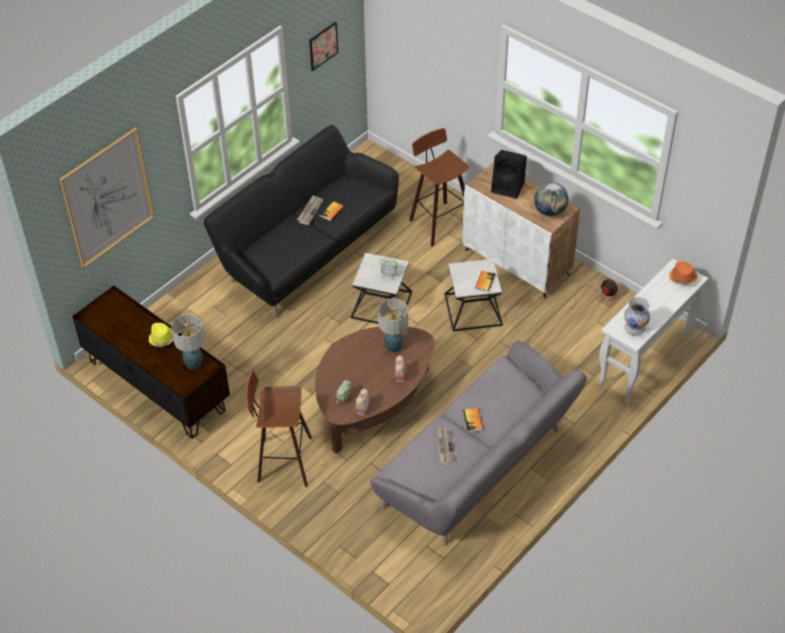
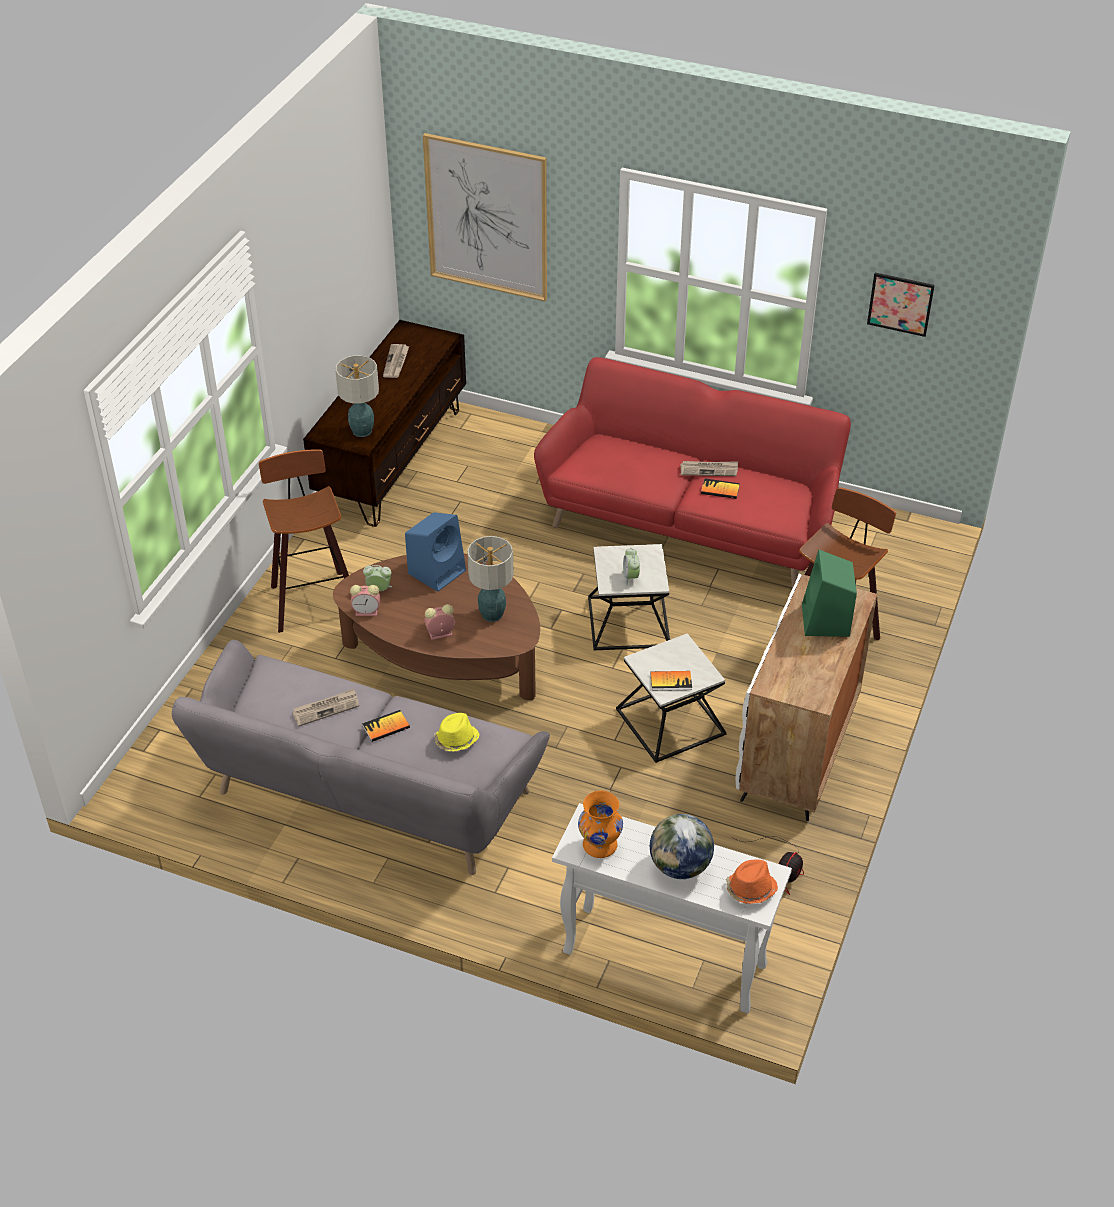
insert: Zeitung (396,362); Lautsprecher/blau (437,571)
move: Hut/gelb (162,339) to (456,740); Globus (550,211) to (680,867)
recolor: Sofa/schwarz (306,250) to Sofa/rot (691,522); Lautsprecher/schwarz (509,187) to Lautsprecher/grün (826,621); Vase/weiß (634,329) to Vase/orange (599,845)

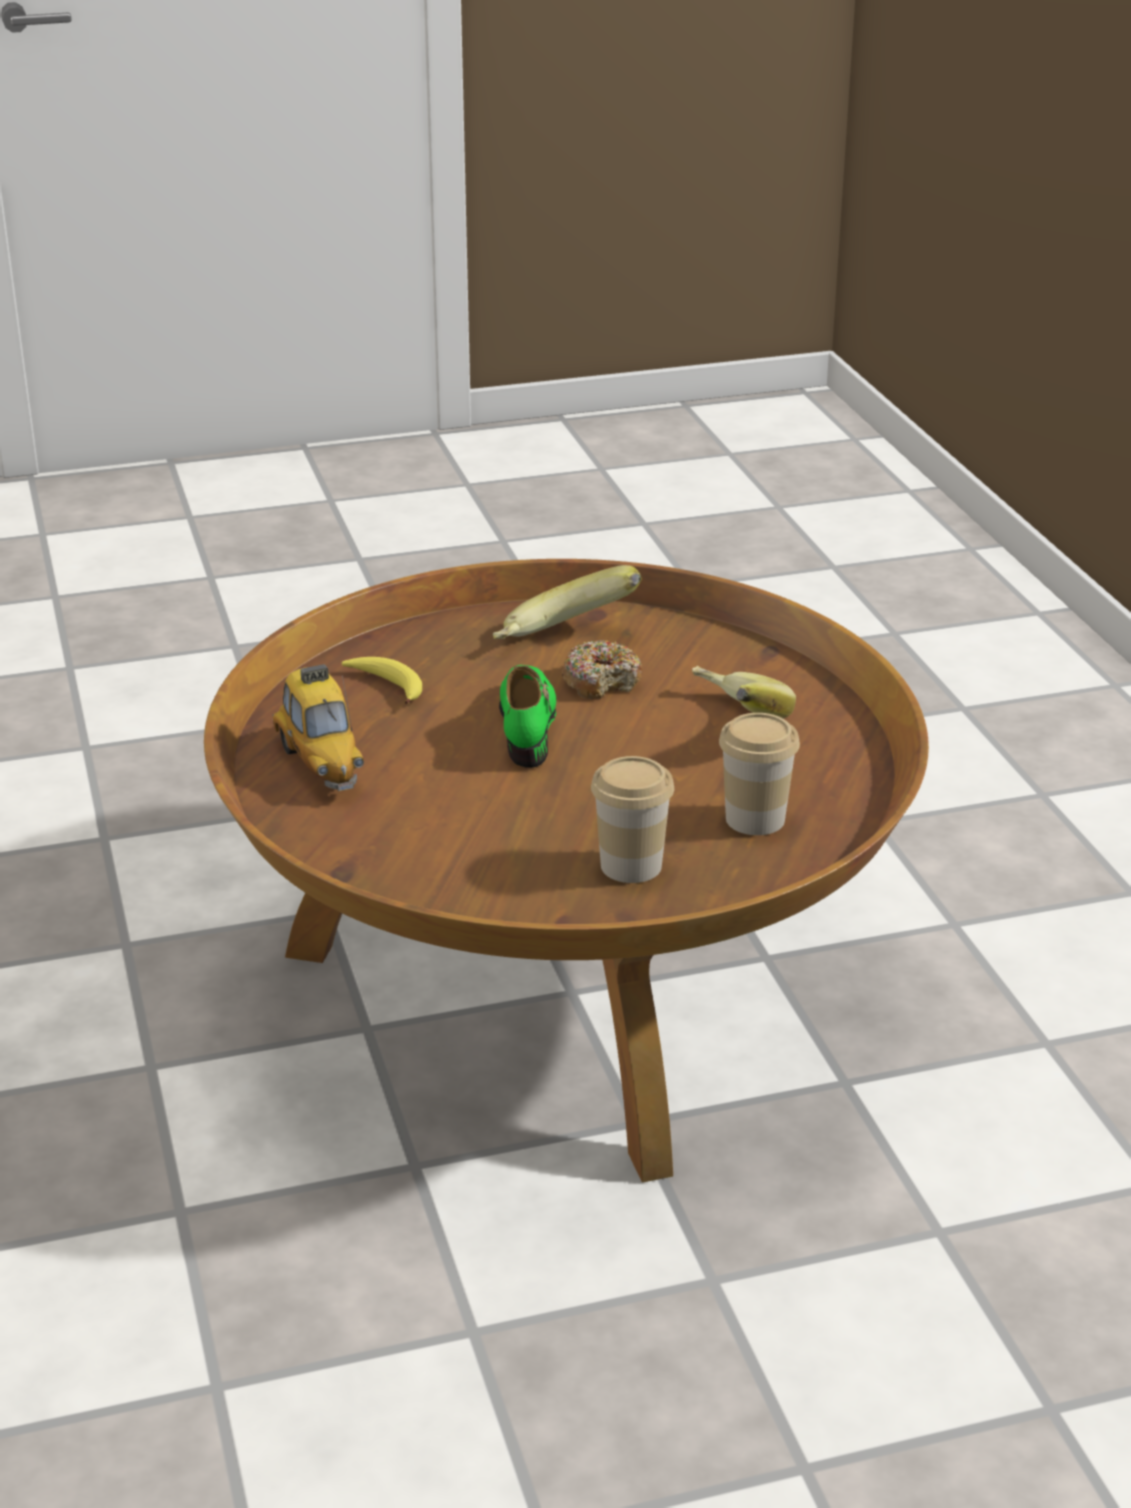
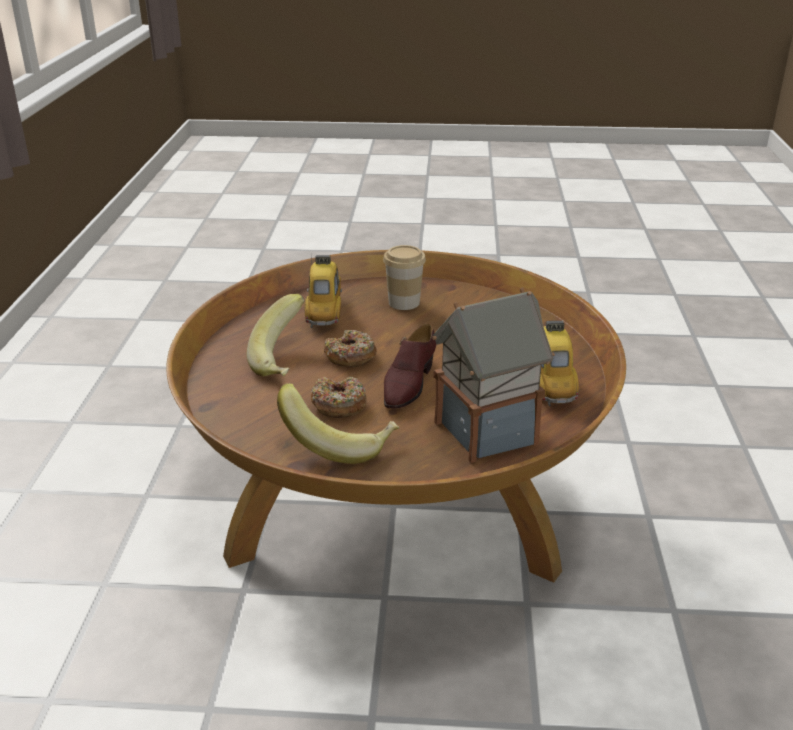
insert: Donut (350,357)
replace: Banane (387,686) to Spielzeughaus (487,431); Tasse (755,819) to Spielzeugauto (325,311)
recolor: Schuh/grün (527,725) to Schuh/braun (408,383)

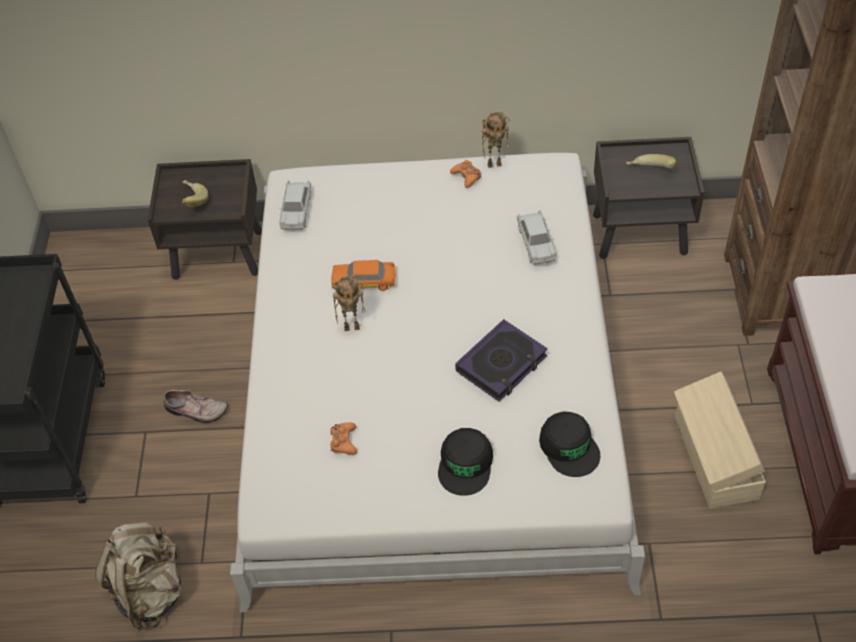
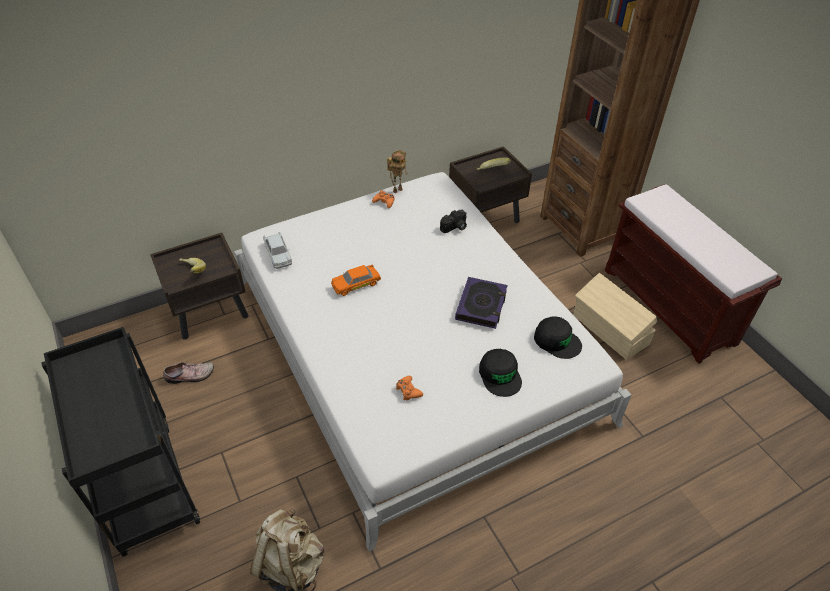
delete: Spielzeugroboter (353,326)
move: Schuh (196,411) to (190,376)
replace: Spielzeugauto/weiß (536,243) to Kamera (454,227)

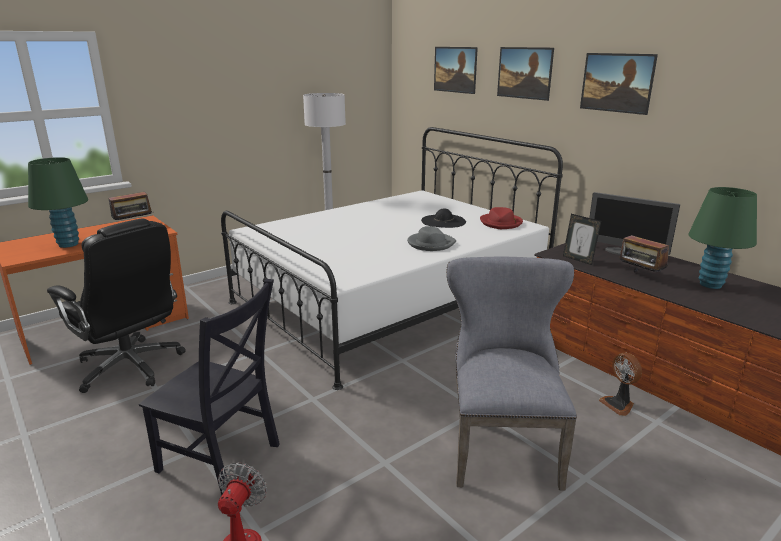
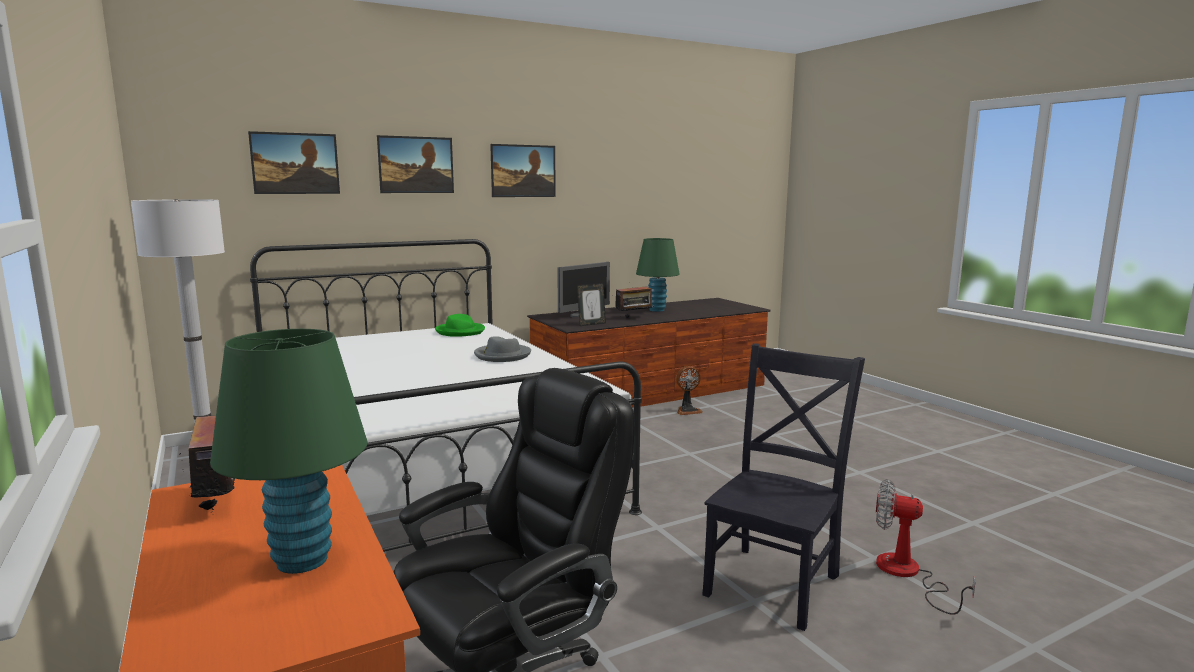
delete: Hut/schwarz (443,221); Stuhl/grau (501,443)
recolor: Hut/rot (501,223) to Hut/grün (460,331)

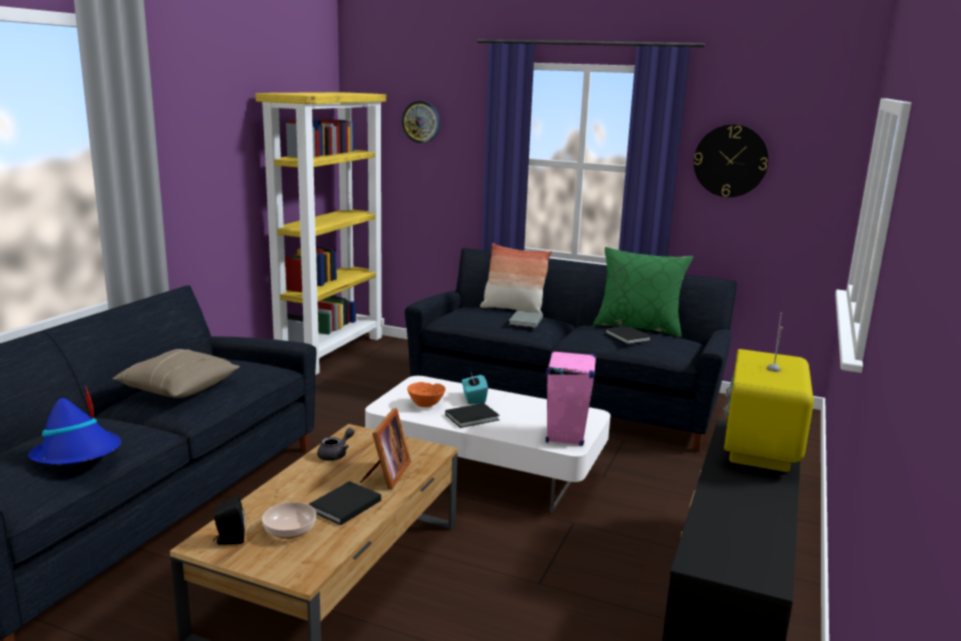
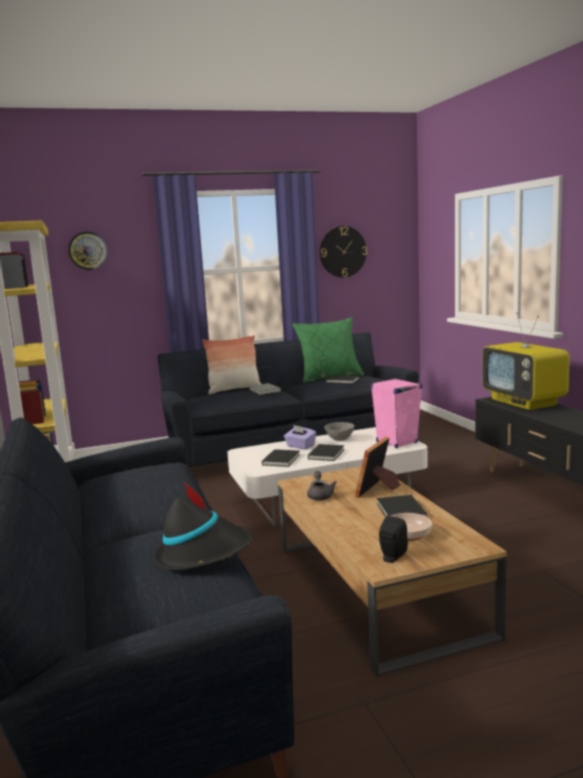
delete: Kissen/beige (178,388)
insert: Schüssel/grau (339,440)
replace: Schüssel/orange (426,405) to Buch/schwarz (282,459)
recolor: Hut/blau (78,454) to Hut/schwarz (203,553); Taschentuchbox/türkis (473,398) to Taschentuchbox/lila (300,446)
rotate: Bilderrahmen (386,475) = (378,490) 120 degrees counterclockwise

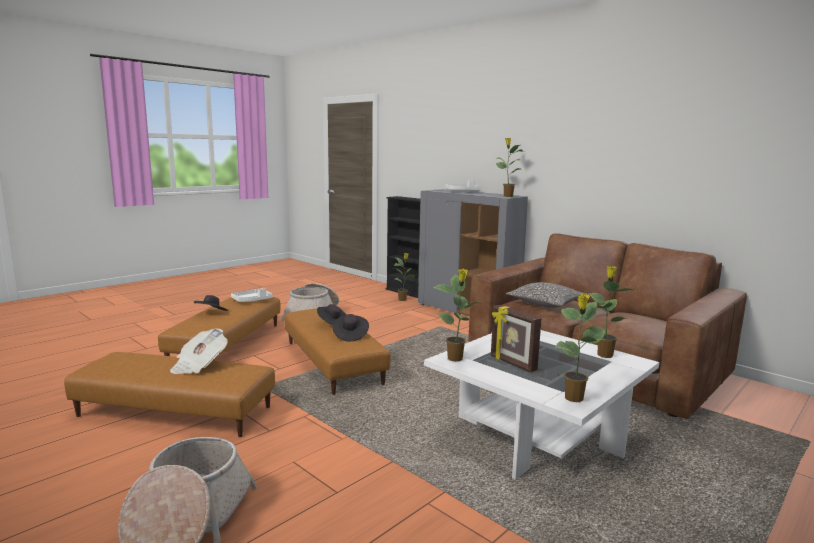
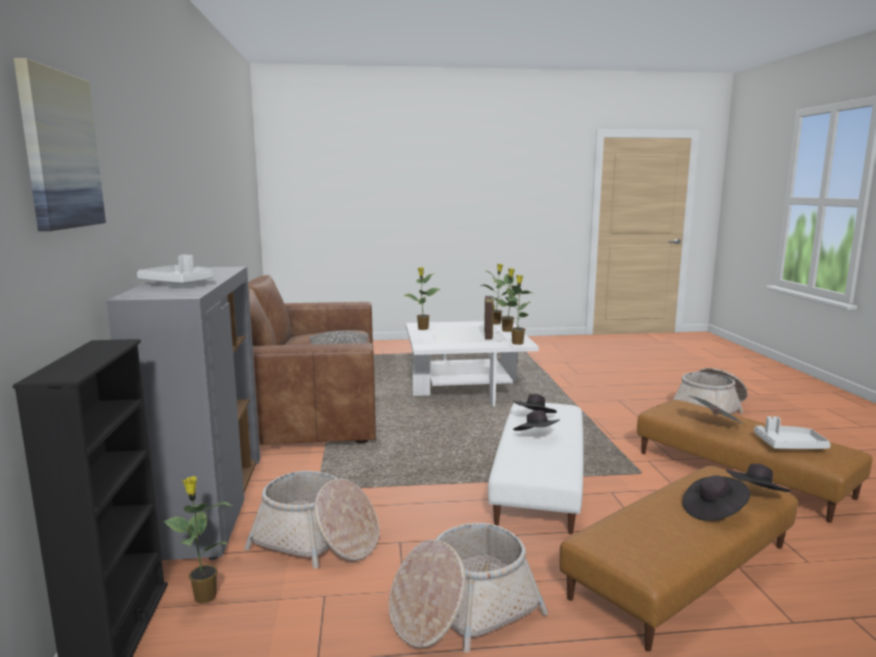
insert: Bild (59,150); Korb (317,541); Hut/schwarz (756,496)
move: Tablett/weiß (252,300) to (789,445); Topfpflanze (507,196) to (507,330)
recolor: Polsterhocker/braun (332,362) to Polsterhocker/weiß (541,480)

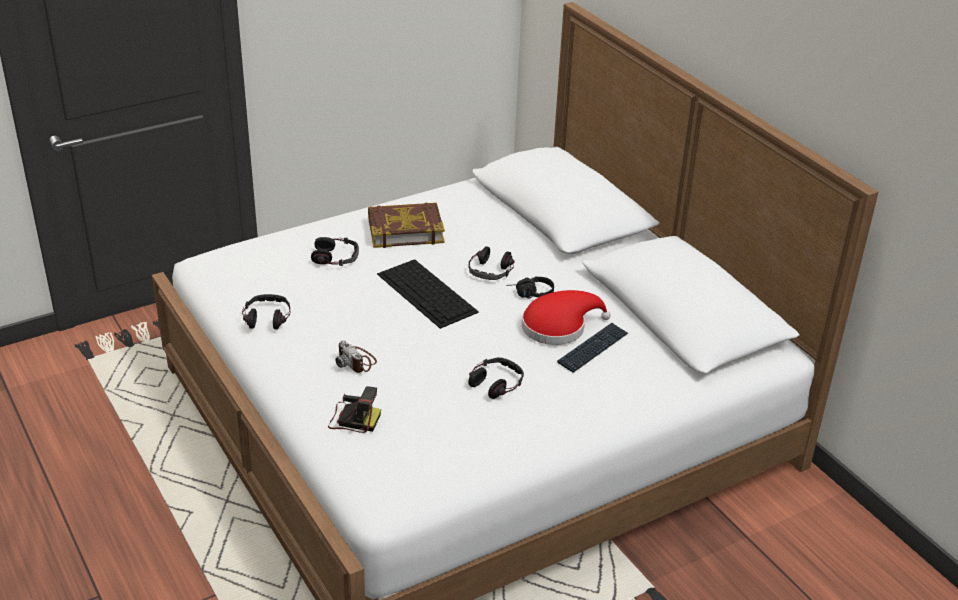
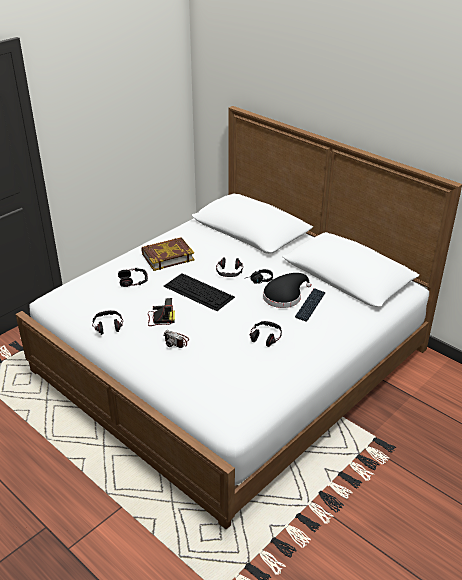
move: Kamera (353,419) to (160,319)
recolor: Hut/rot (558,326) to Hut/schwarz (284,296)

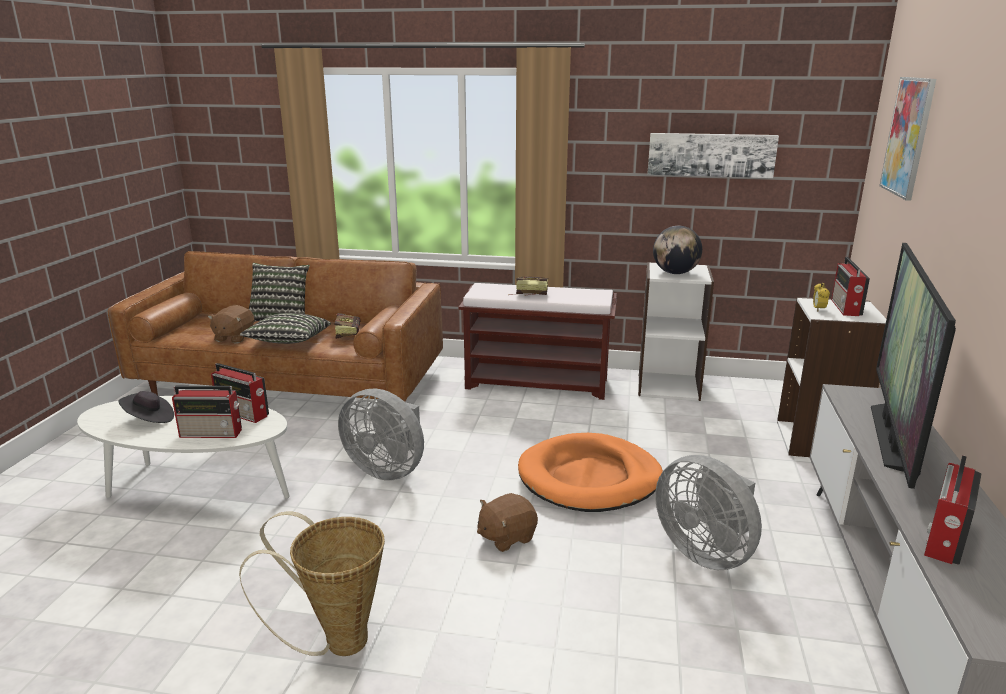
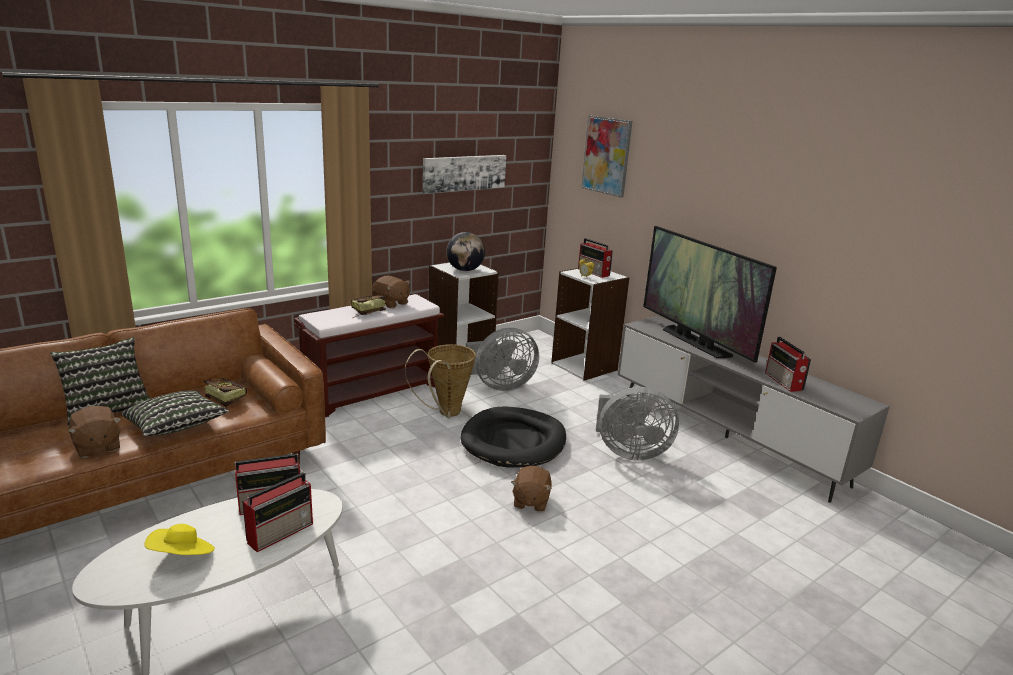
insert: Plüschtier/braun (391,303)
move: Korb (336,641) to (445,413); Ventilator/grau (387,469) to (500,386)
recolor: Hut/schwarz (149,419) to Hut/gelb (182,556); Hundebett/orange (589,478) to Hundebett/schwarz (514,441)

